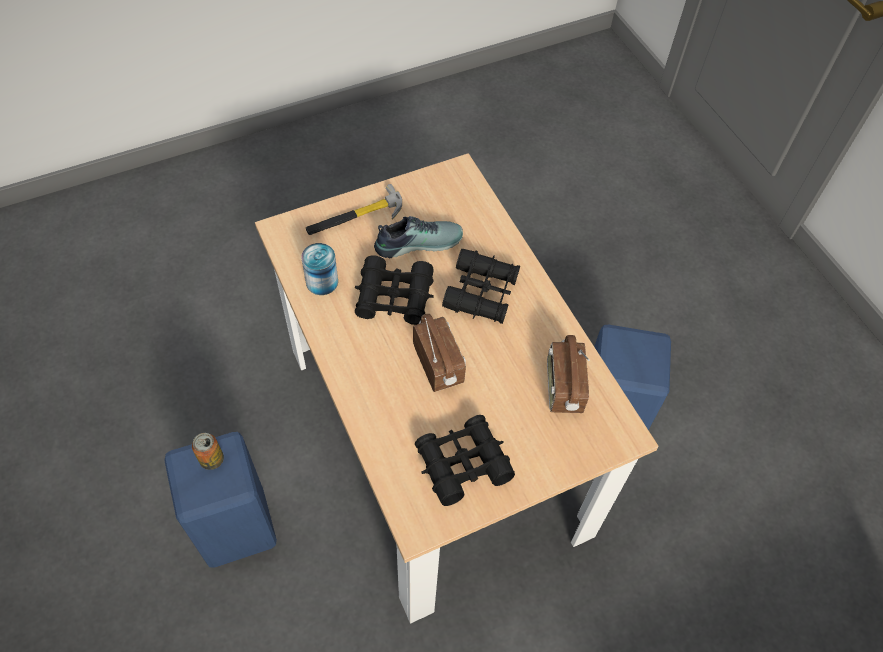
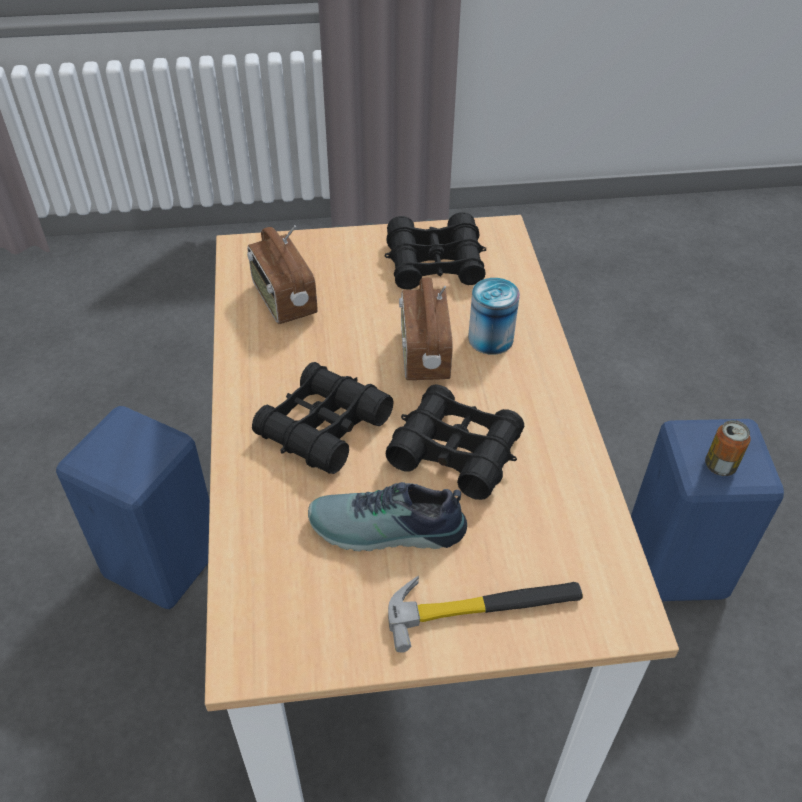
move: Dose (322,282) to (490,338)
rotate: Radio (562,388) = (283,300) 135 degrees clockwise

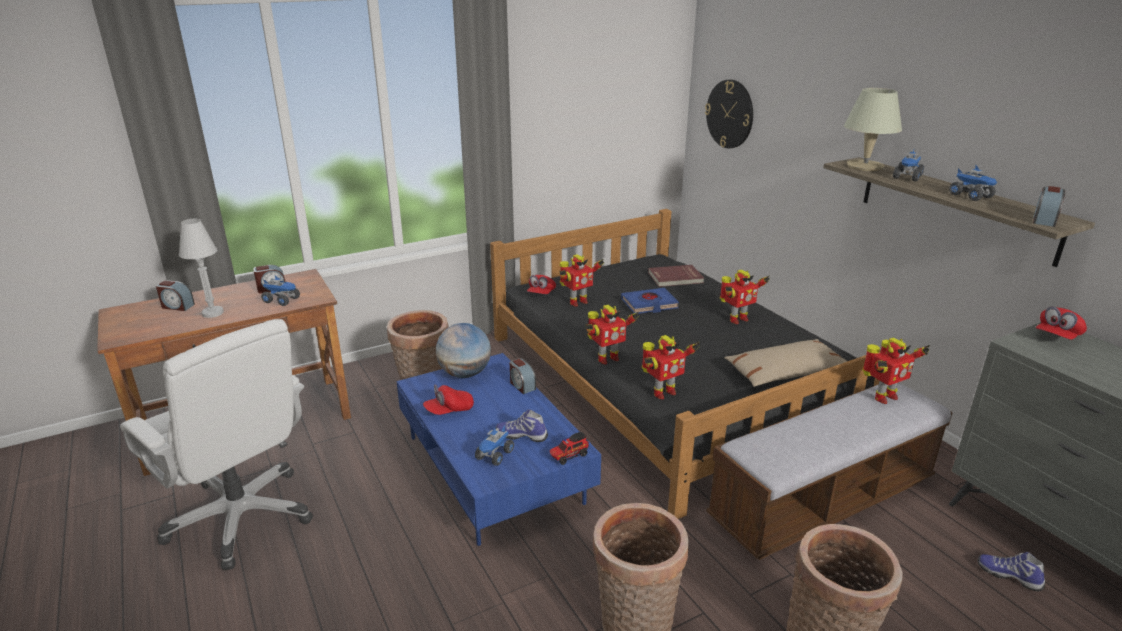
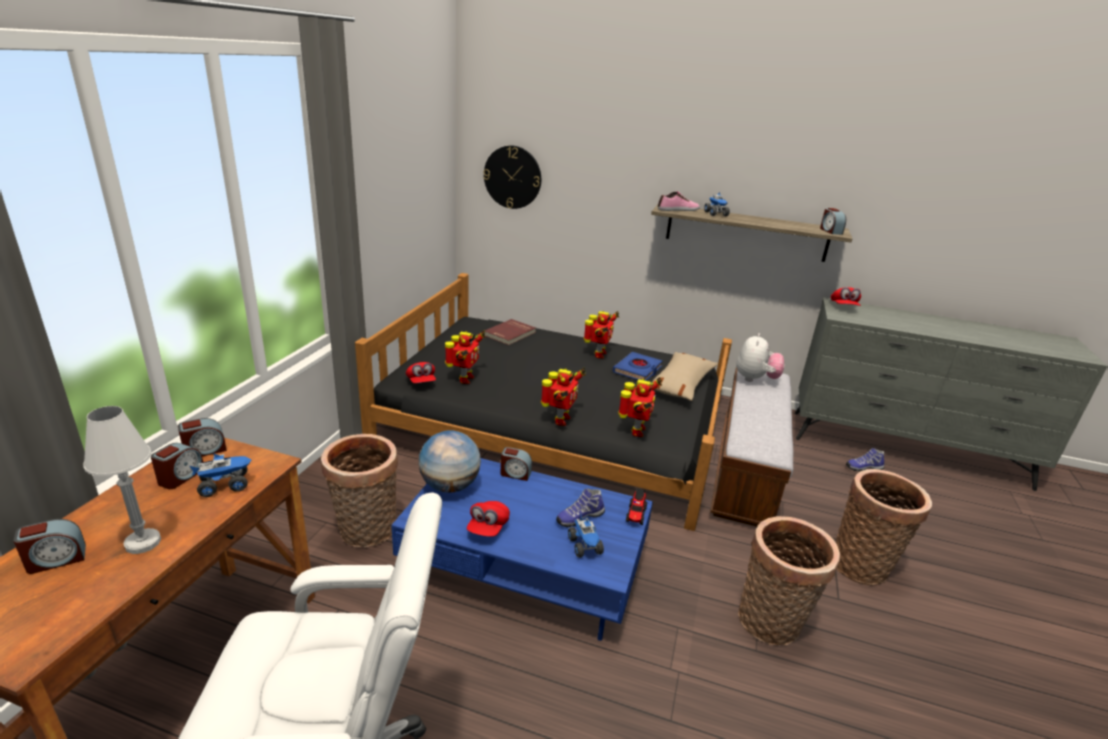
delete: Spielzeuglaster (971,196)
insert: Wecker (205,450)
move: Buch/blau (649,304) to (637,370)
replace: Tischlampe/beige (864,166) to Schuh (678,209); Spielzeugroboter (883,397) to Plüschtier (755,379)

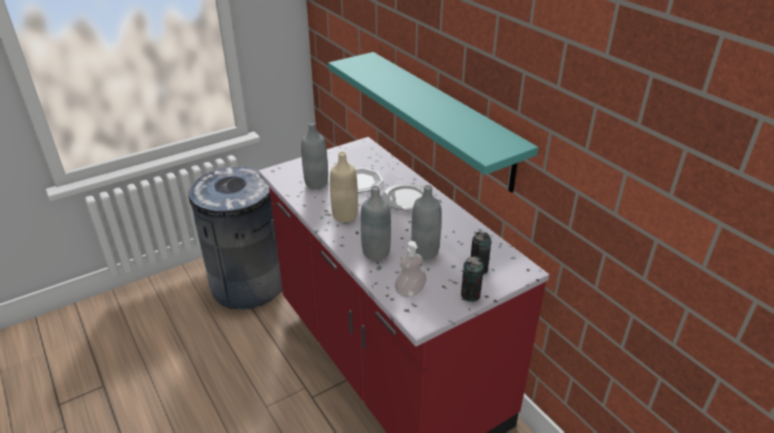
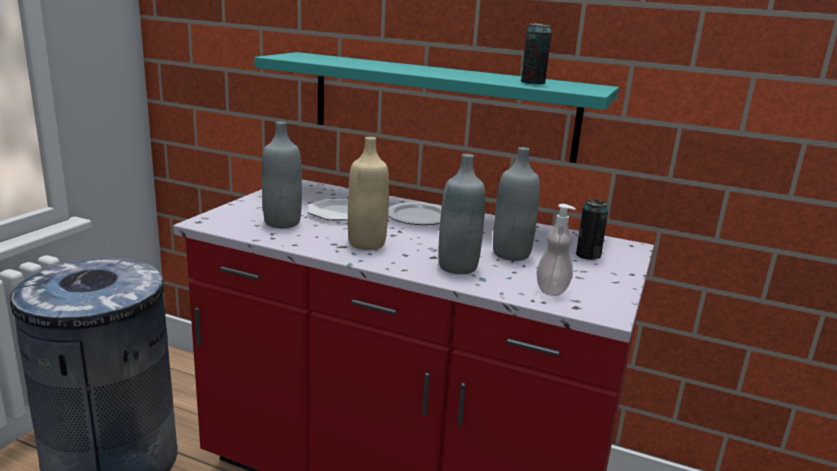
move: Dose (470,295) to (532,83)

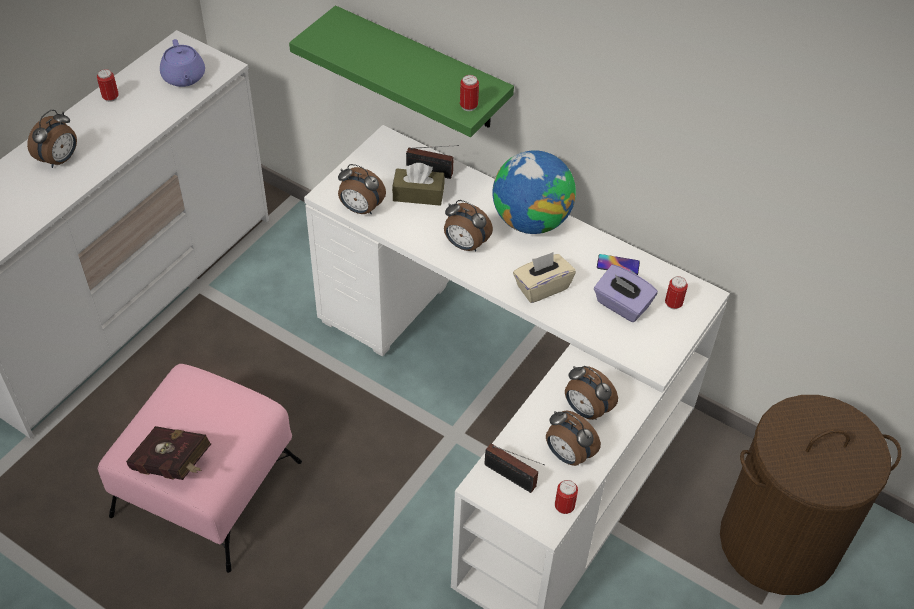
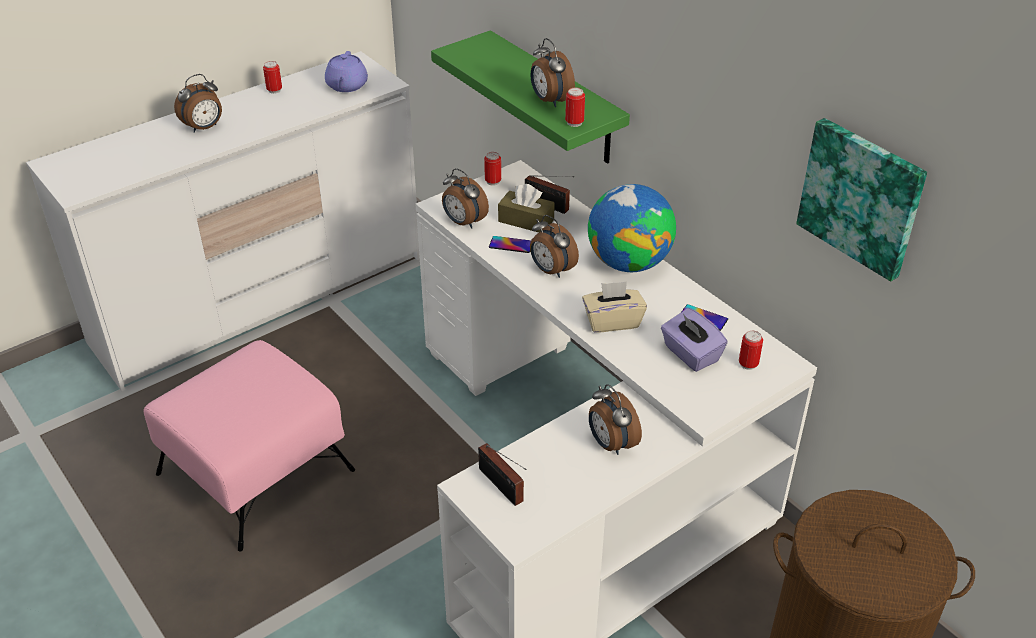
delete: Buch/rot (174,466)
insert: Handy (511,245); Bild (862,197)
move: Wecker (567,455) to (550,101); Dose (564,507) to (493,182)

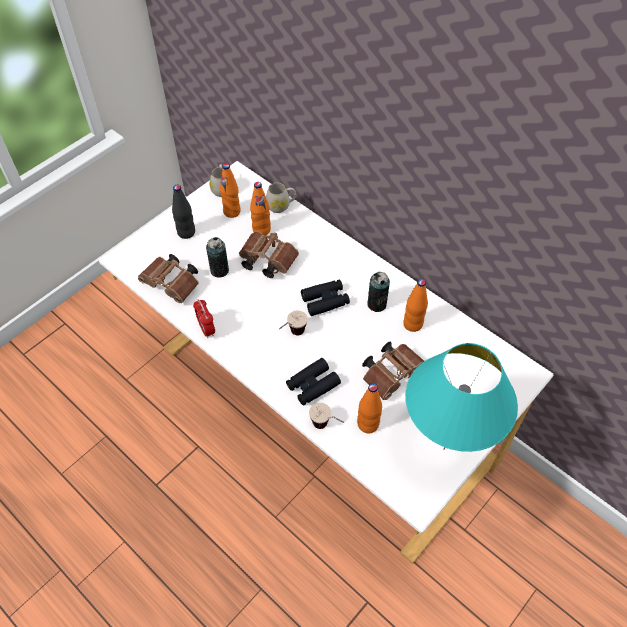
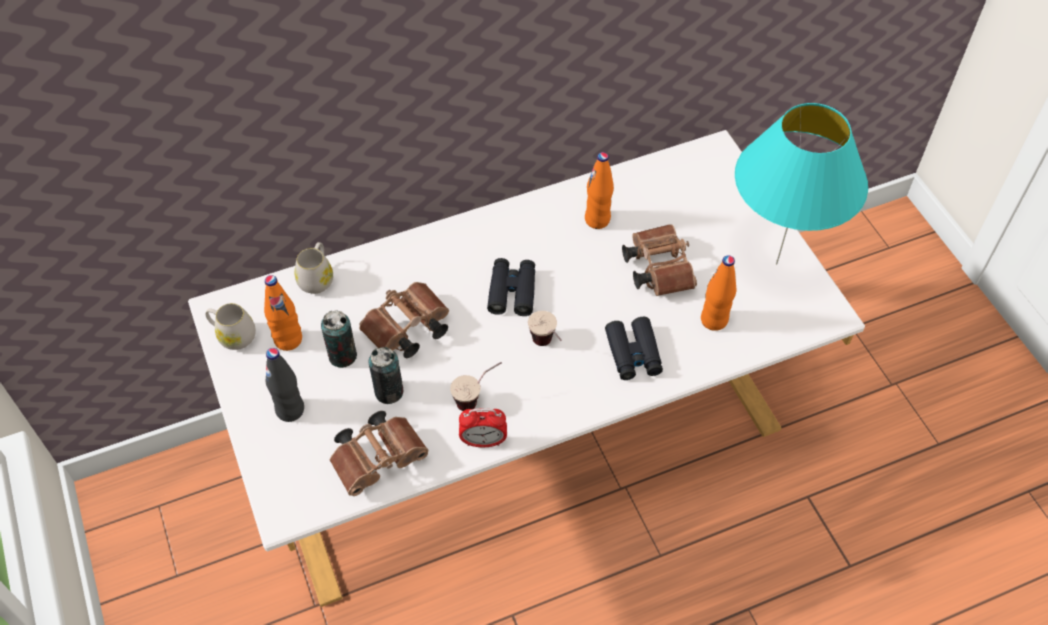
delete: Flasche/orange (261,230)
move: Tasse (327,427) to (477,398); Dose (376,304) to (342,356)

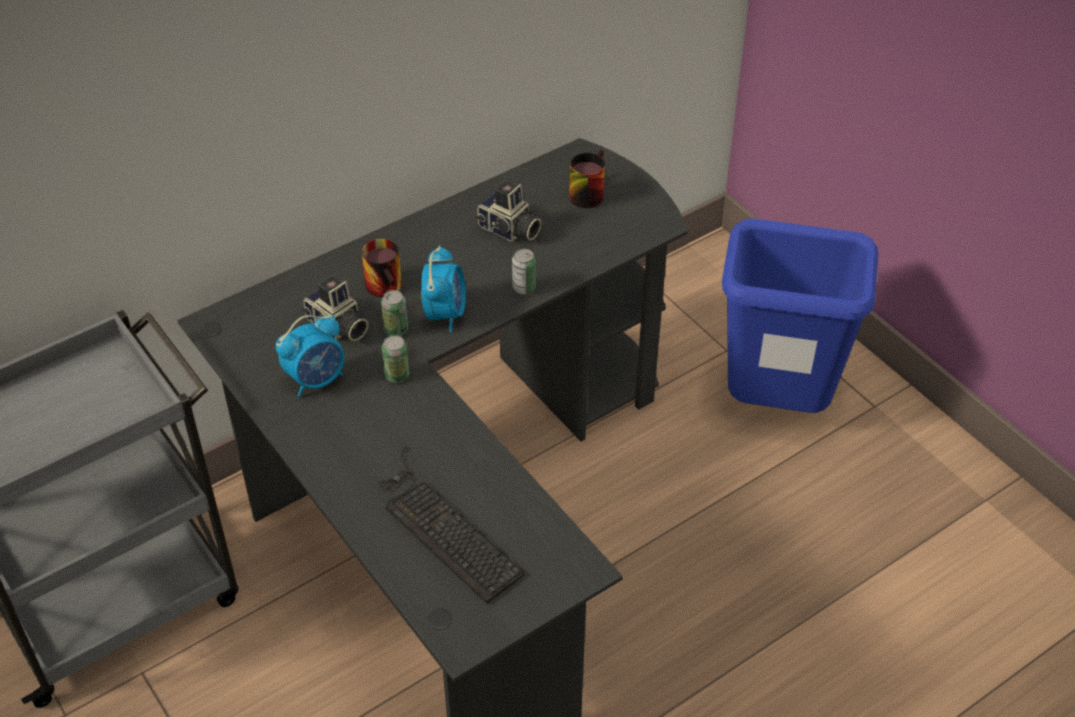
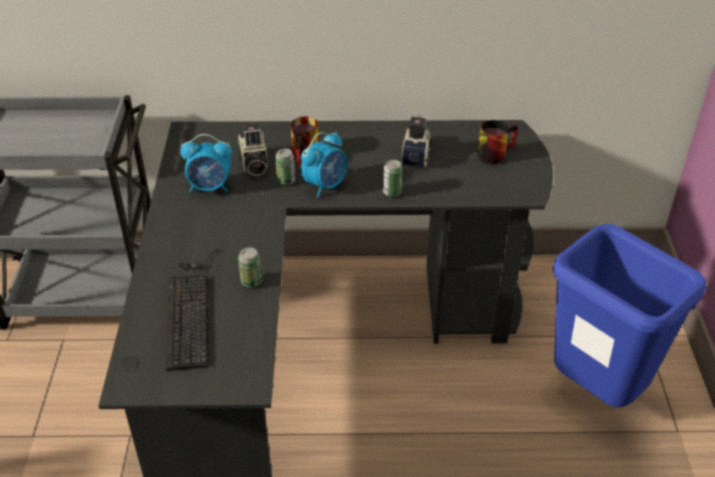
move: Dose (397,375) to (251,282)
rotate: Kamera (509,230) = (417,154) 150 degrees counterclockwise

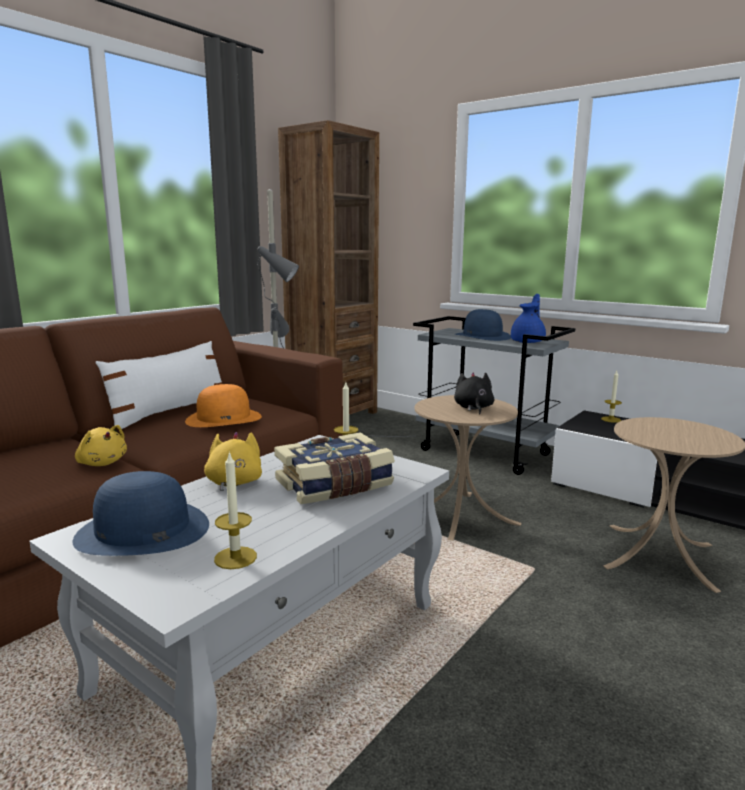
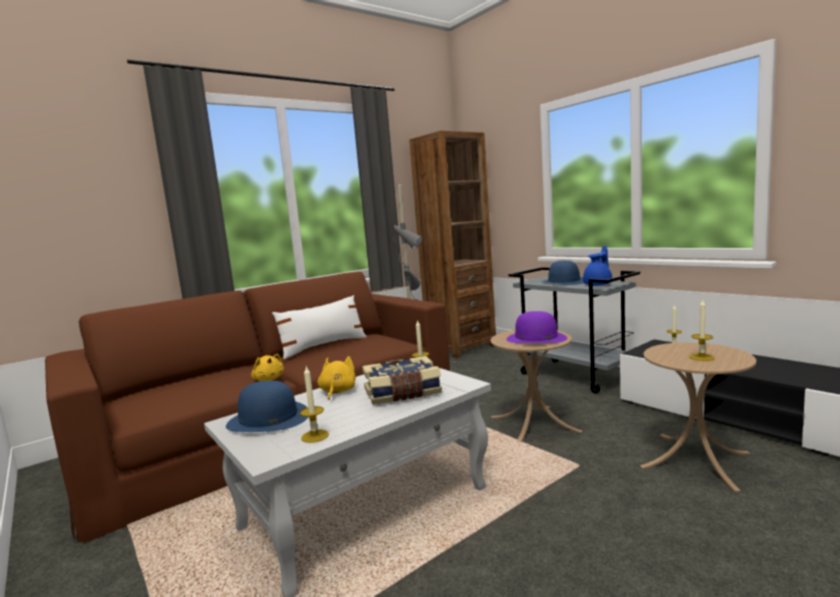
delete: Hut/orange (224,418)
insert: Kerze (701,357)
replace: Plüschtier/schwarz (473,408) to Hut/lila (536,338)

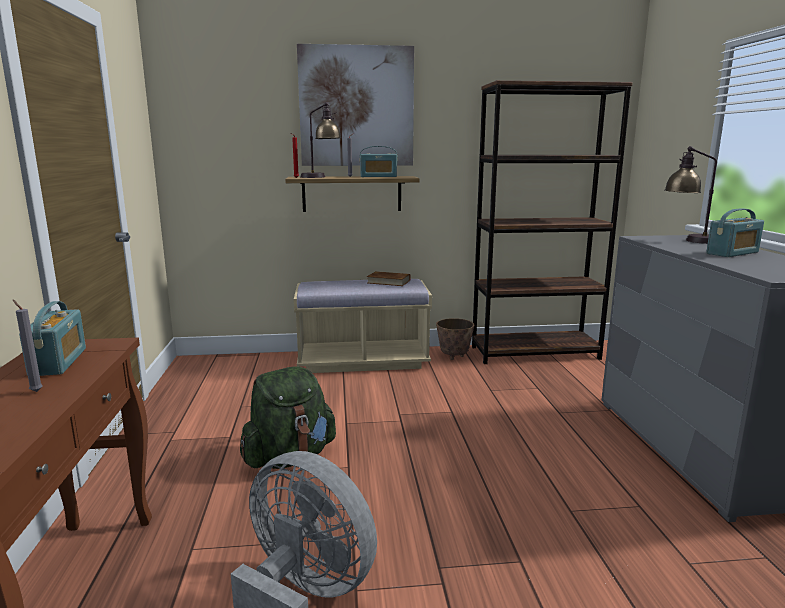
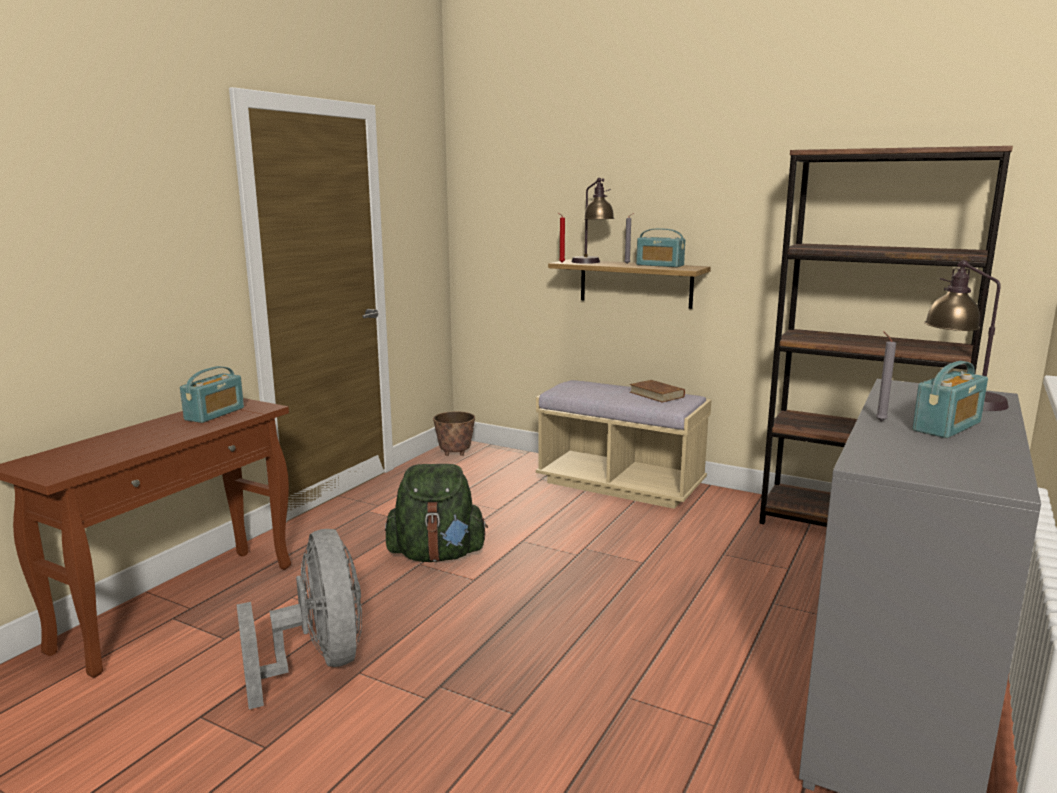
delete: Bild (356,107)
move: Kerze/grau (35,391) to (879,421); Pflanzkübel (454,356) to (455,453)
rotate: Radio (732,253) = (947,427) 45 degrees counterclockwise

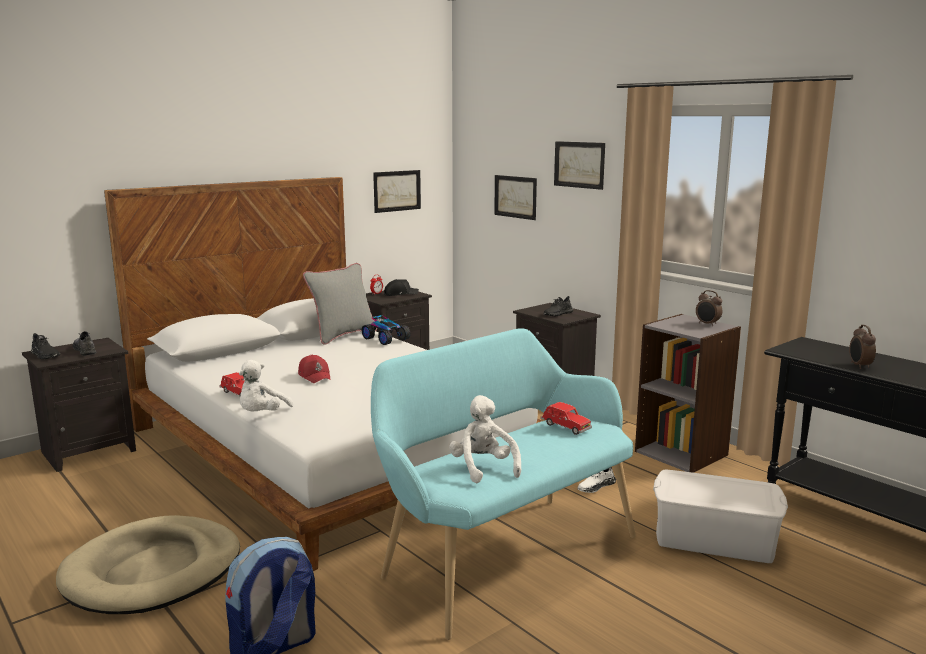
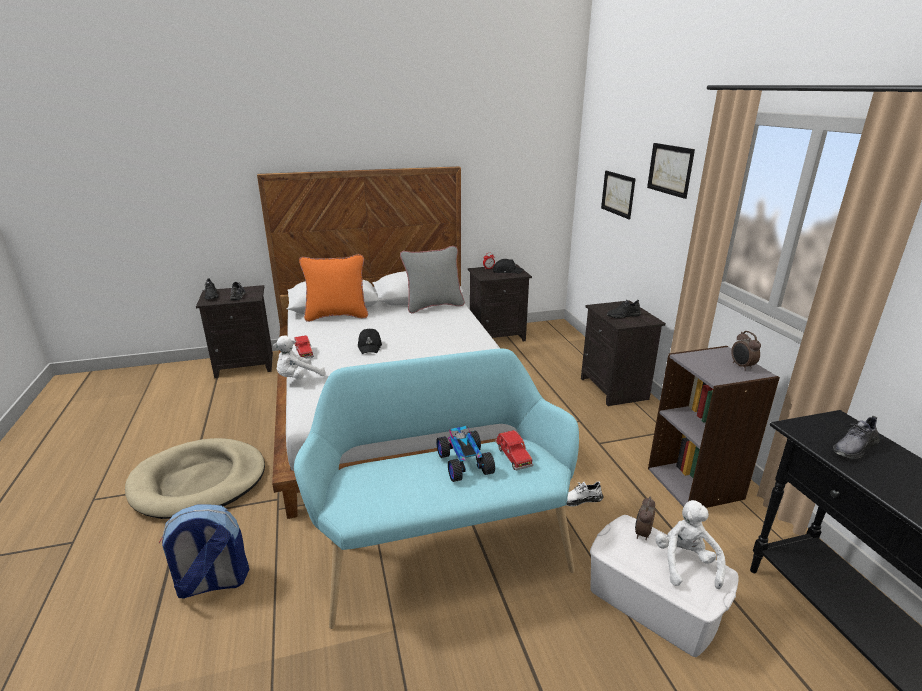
delete: Bild (397,191)
insert: Kissen/orange (337,316); Schuh/grau (854,447)
move: Spielzeugauto (385,339) to (463,463); Plüschtier/weiß (483,468) to (685,563); Wecker (859,366) to (642,533)
recolor: Kappe/rot (315,376) to Kappe/schwarz (370,346)

